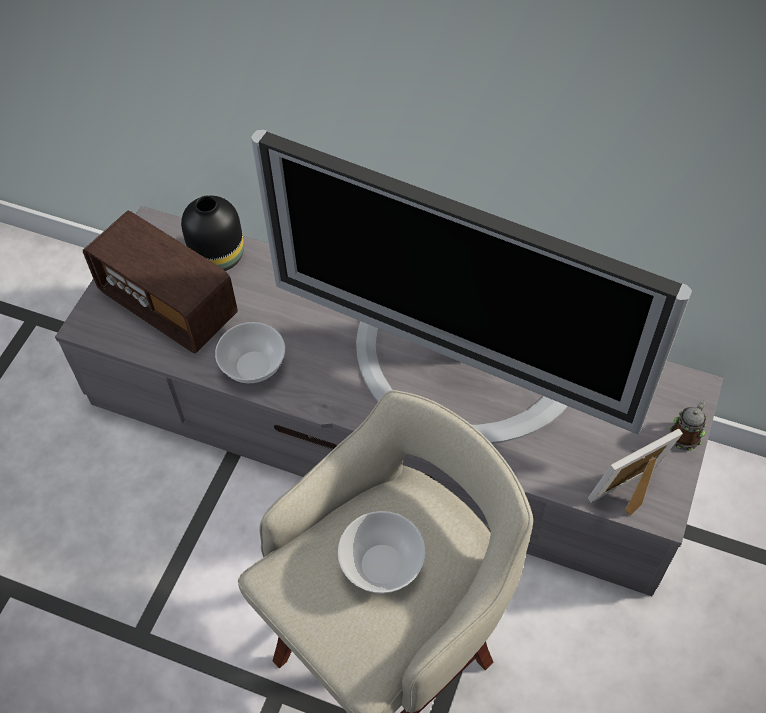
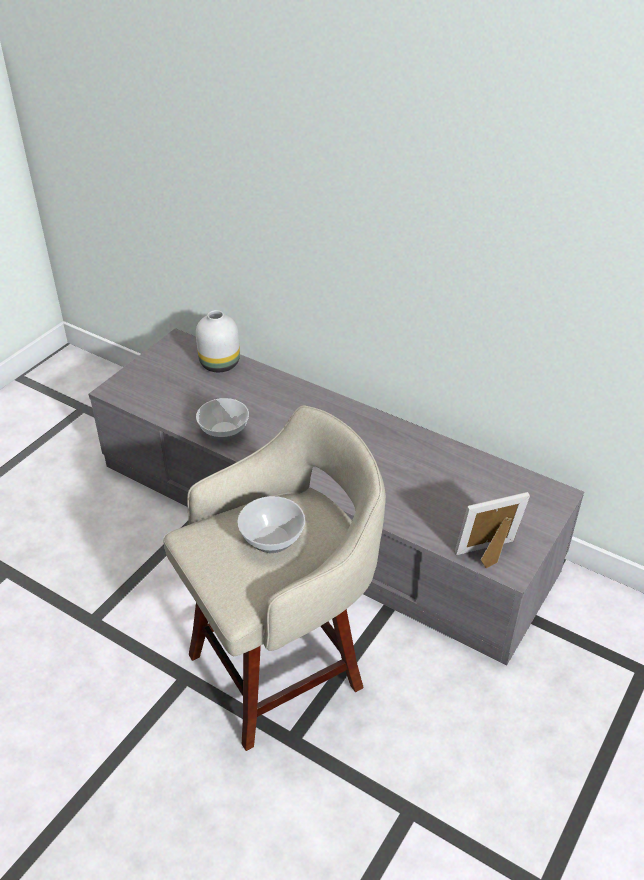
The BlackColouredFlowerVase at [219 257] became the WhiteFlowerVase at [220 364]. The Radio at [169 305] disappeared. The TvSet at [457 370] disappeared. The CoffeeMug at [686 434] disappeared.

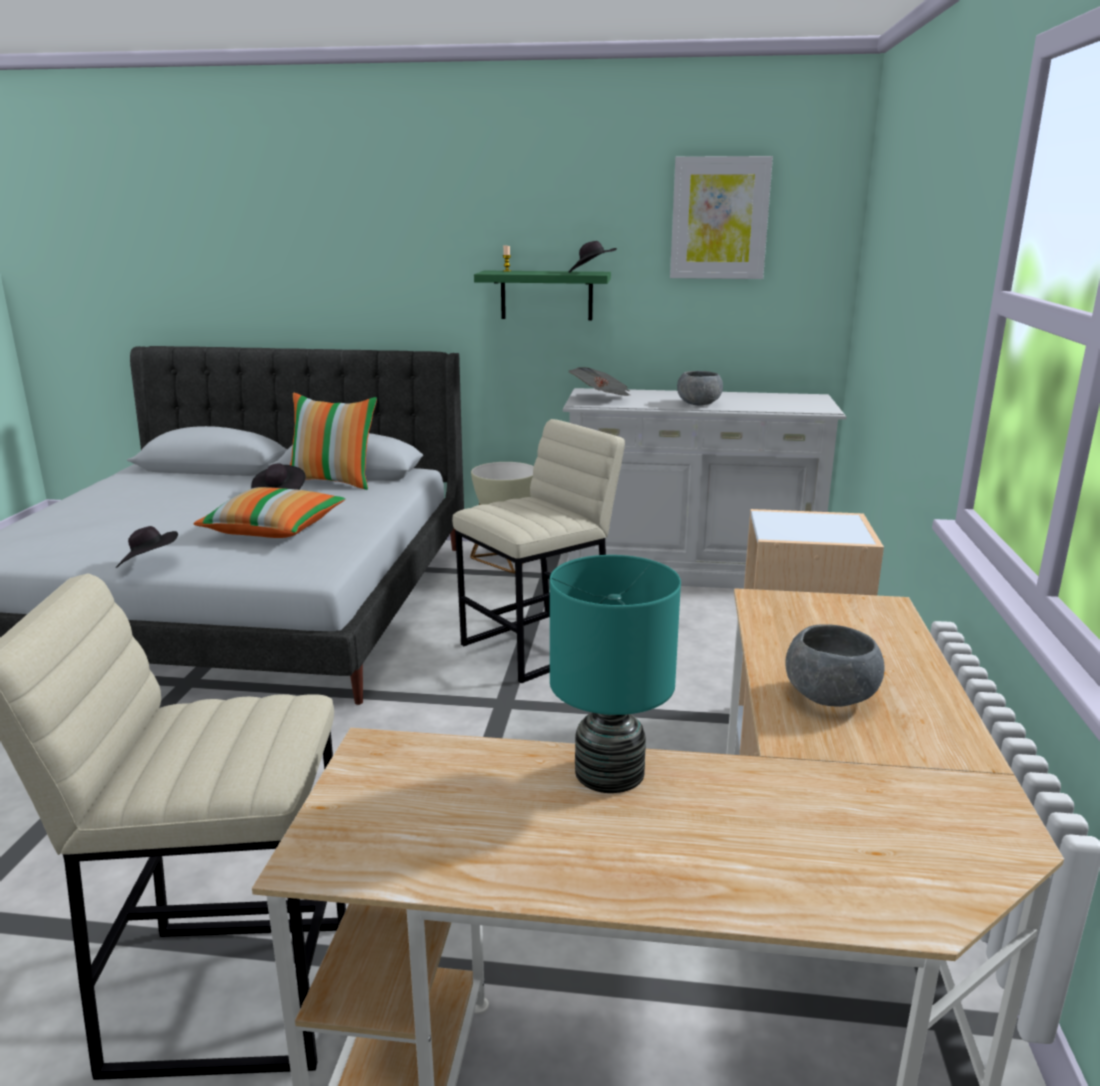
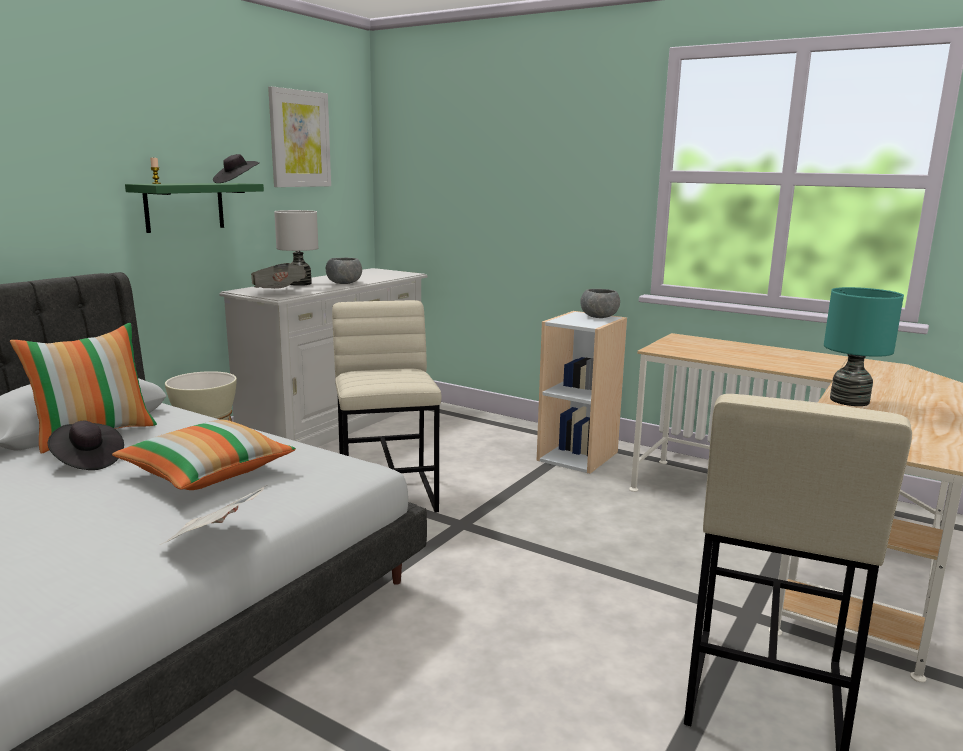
The BlackColouredHat at [149 564] was replaced by the PrintedPaper at [216 540]. The GreyTableLamp at [299 284] appeared. The GreyBowl moved from [830 697] to [599 317].

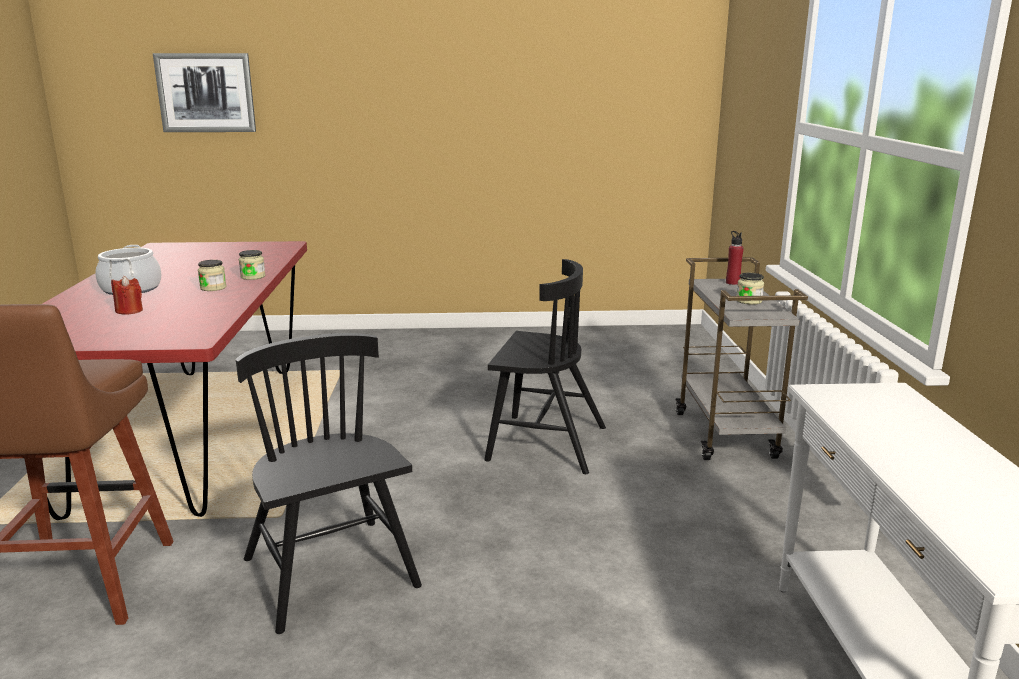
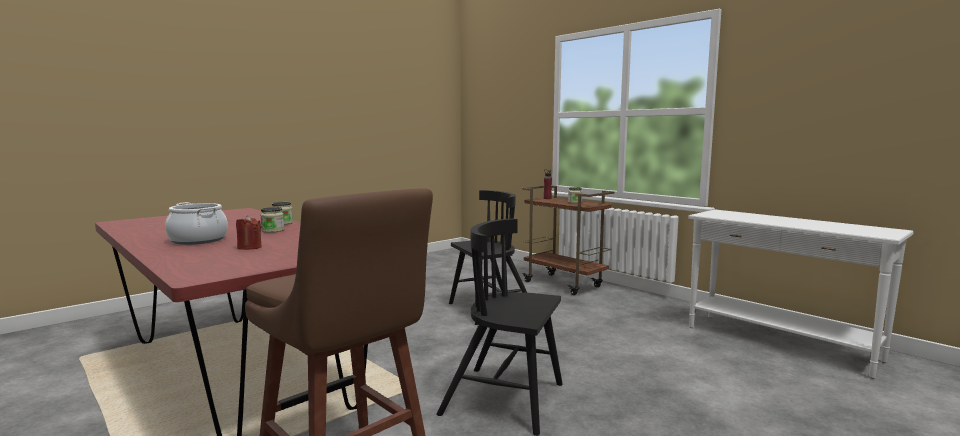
The GreyTrolley at [725 438] became the BrownColouredTrolley at [564 285]. The WallArt at [206 93] disappeared.

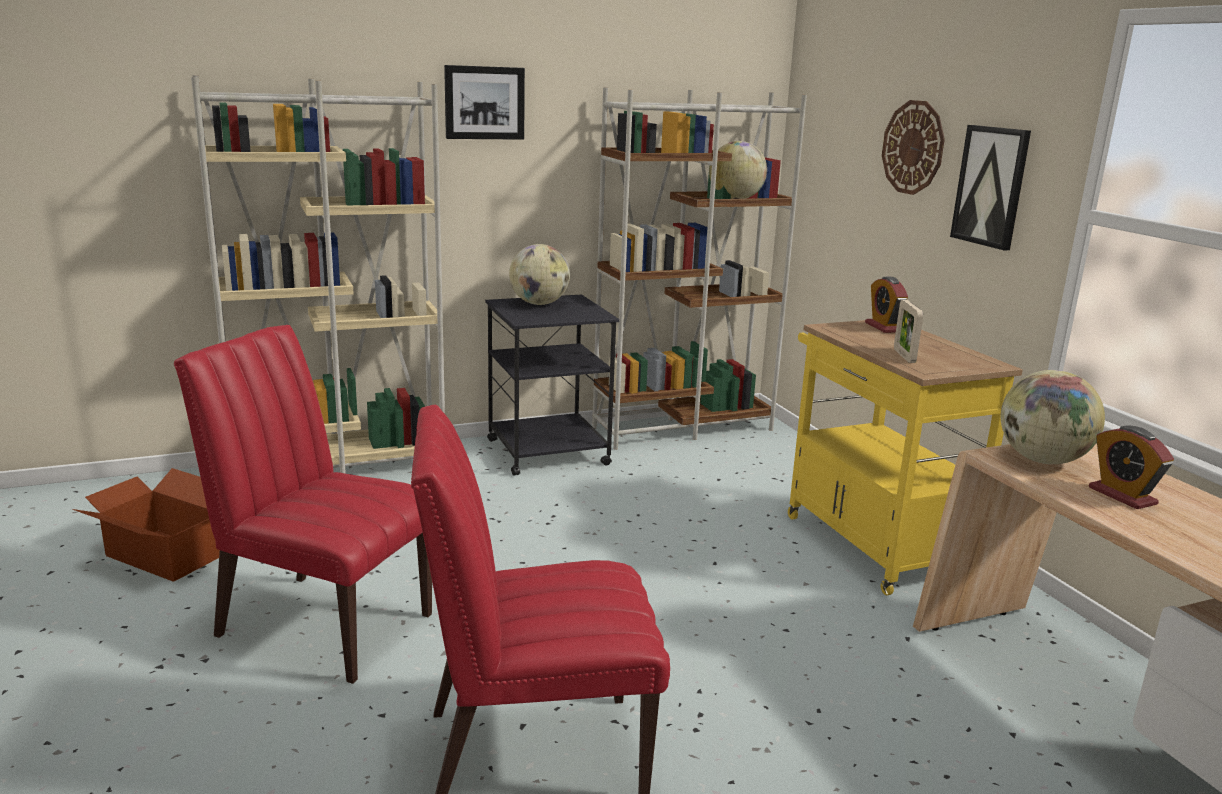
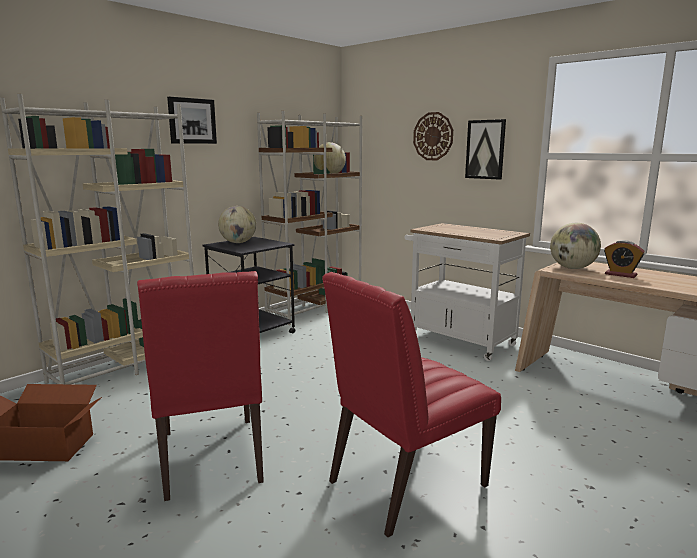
The RedPlainChair at [326 626] turned 105 degrees counterclockwise. The YellowTrolley at [871 544] became the WhiteTrolley at [458 341]. The AlarmClock at [884 327] disappeared. The PictureFrame at [904 356] disappeared.

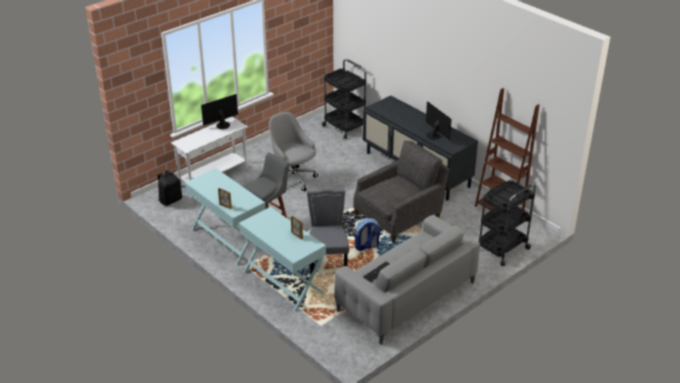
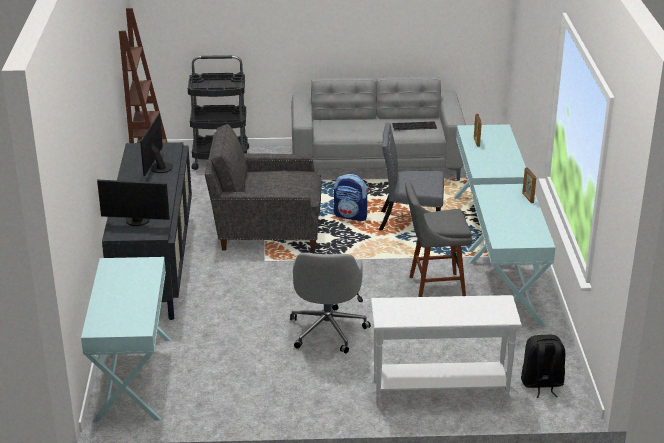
The BlackColouredTrolley at [344 127] was replaced by the TurquoiseColouredDeskUnit at [132 378]. The Monitor moved from [222 124] to [137 221]. The GreyPlainChair at [327 260] turned 60 degrees clockwise.

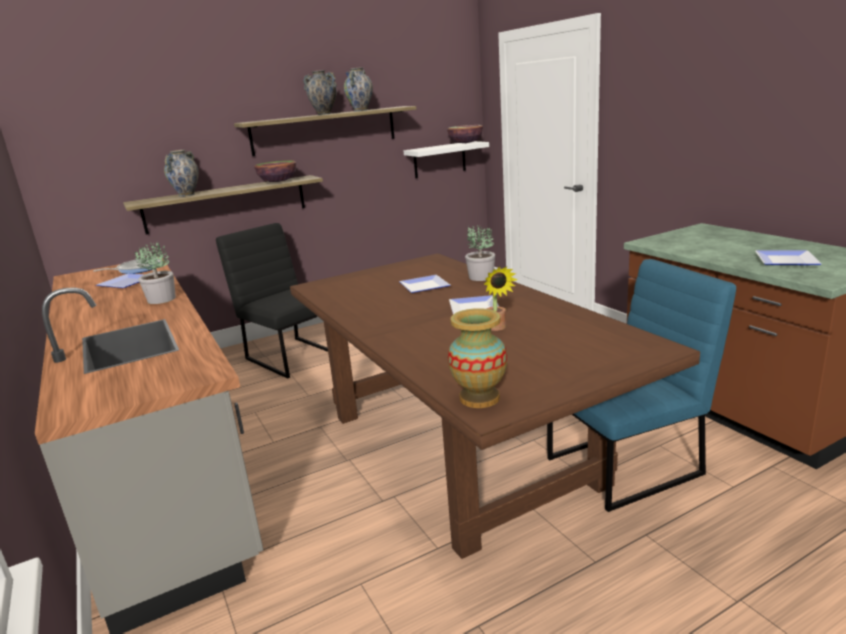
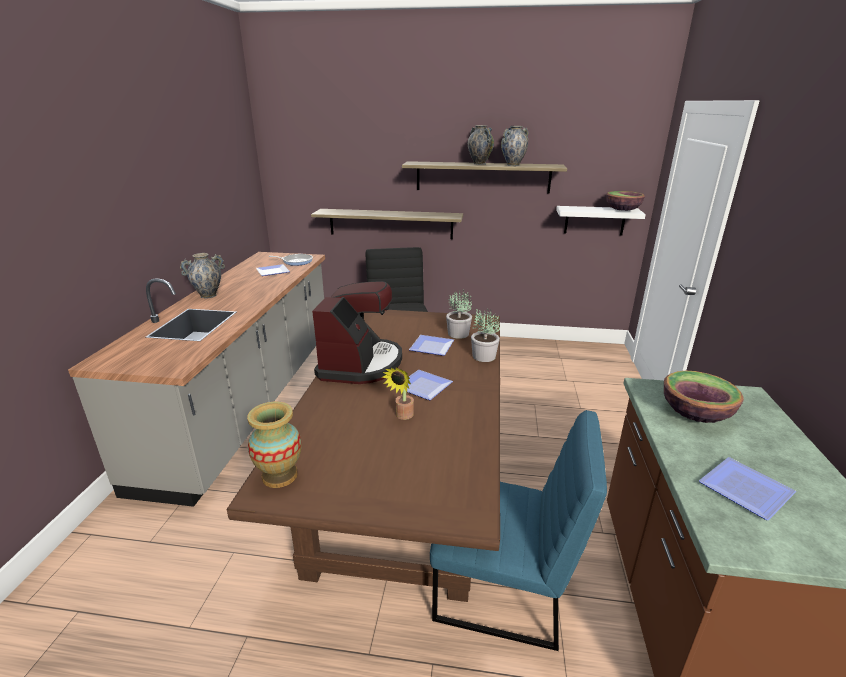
The FlowerVase moved from [186 195] to [208 295]. The CoffeeMaker at [360 364] appeared. The PottedPlant moved from [162 299] to [459 334]. The Bowl moved from [278 182] to [694 414].

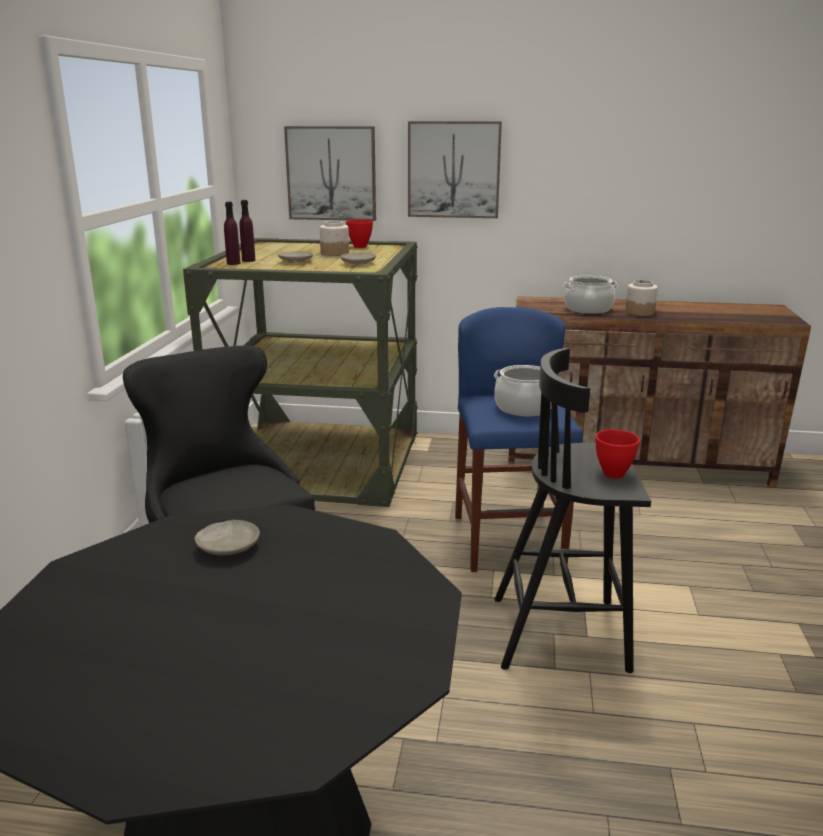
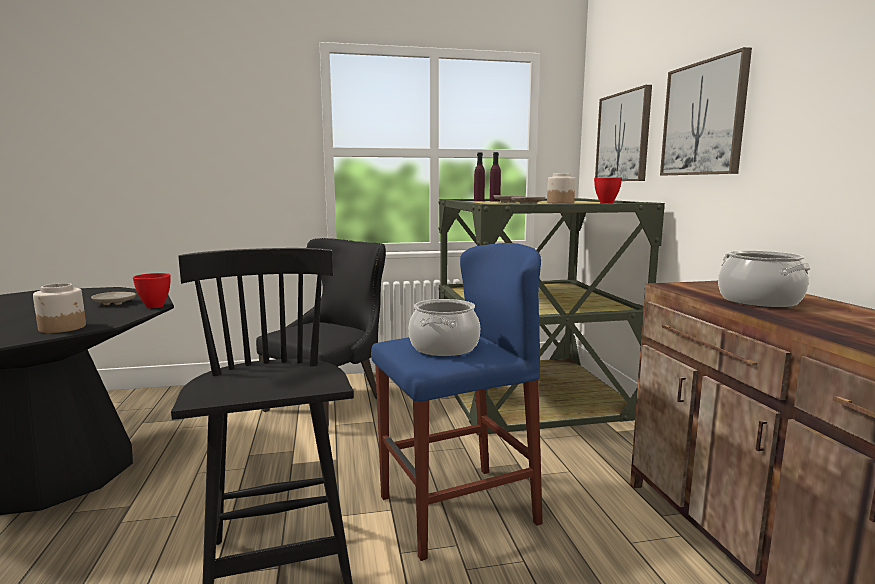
The Jar moved from [639 312] to [63 327]. The RedBowl moved from [613 474] to [154 306].

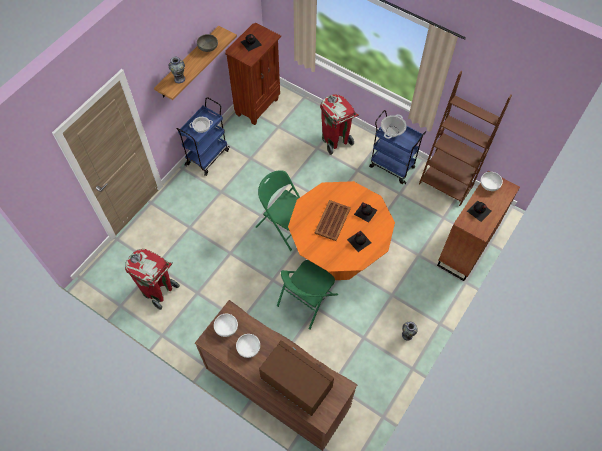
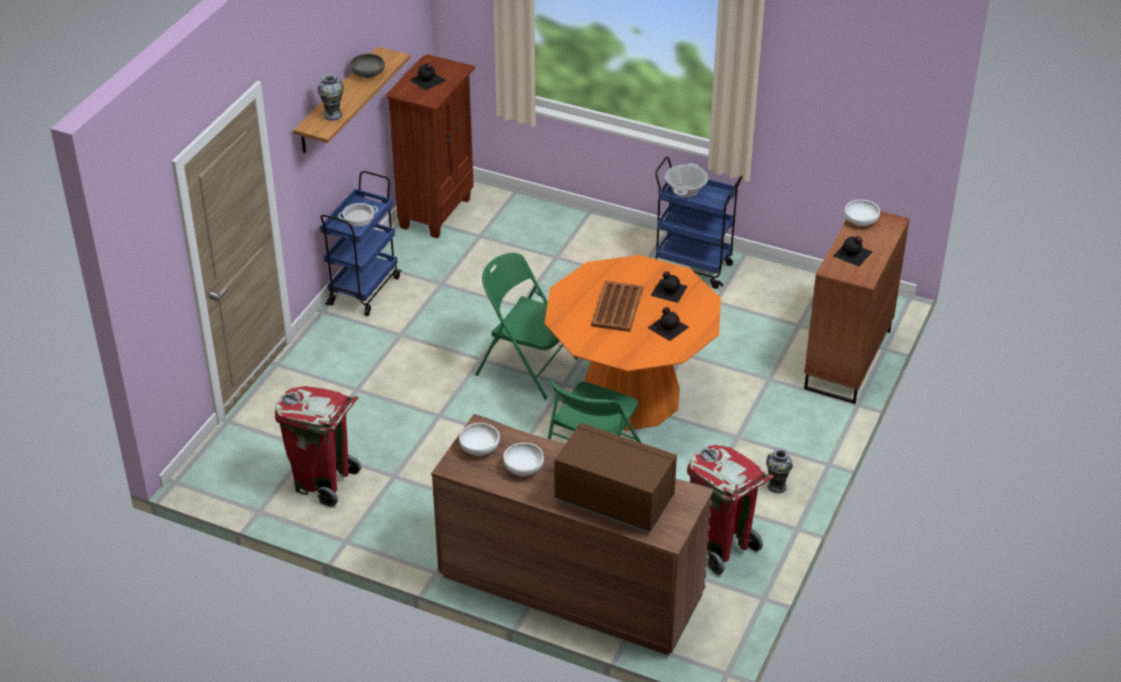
The RedRubbishBin moved from [335 141] to [721 547]. The BrownColouredBookcase at [445 185] disappeared.

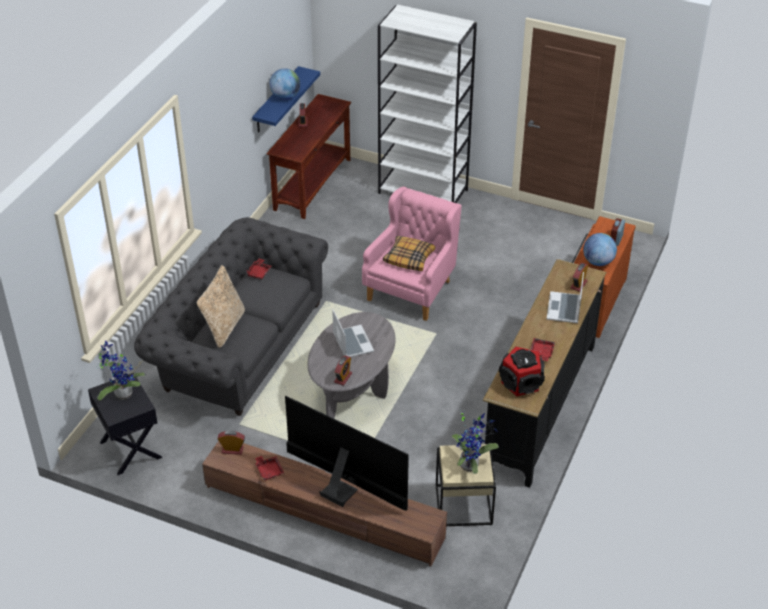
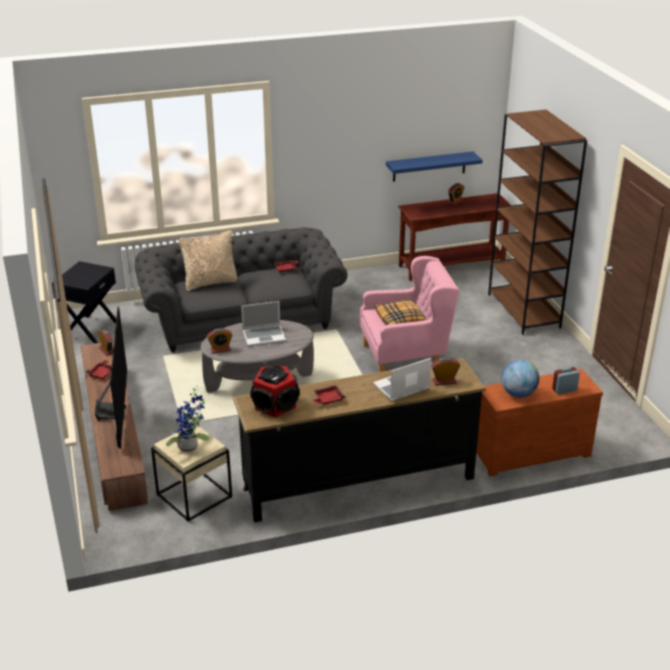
The Laptop at [352 342] turned 45 degrees clockwise. The WhiteBookcase at [423 192] became the BrownColouredBookcase at [524 311]. The PottedPlant at [122 393] disappeared. The DeskGlobe at [285 96] disappeared.

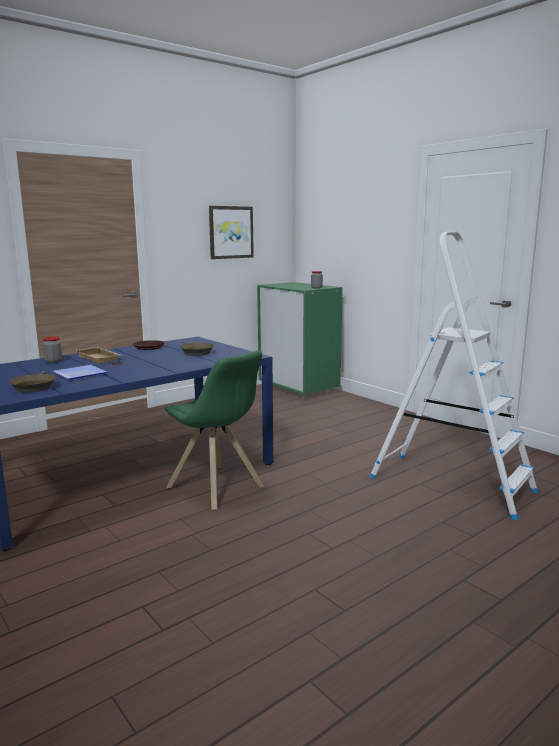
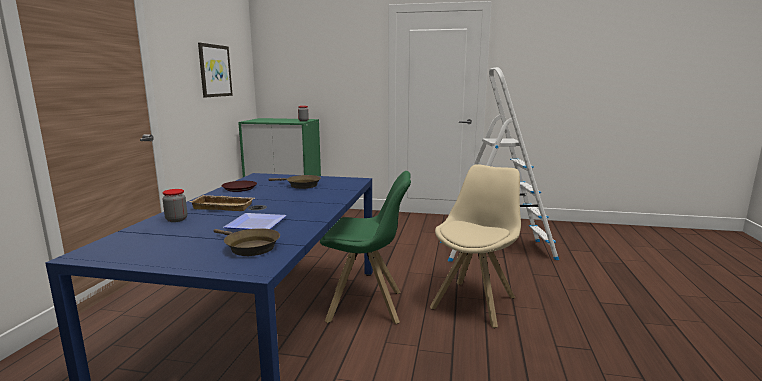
The BeigeColouredPlainChair at [474 303] appeared.

